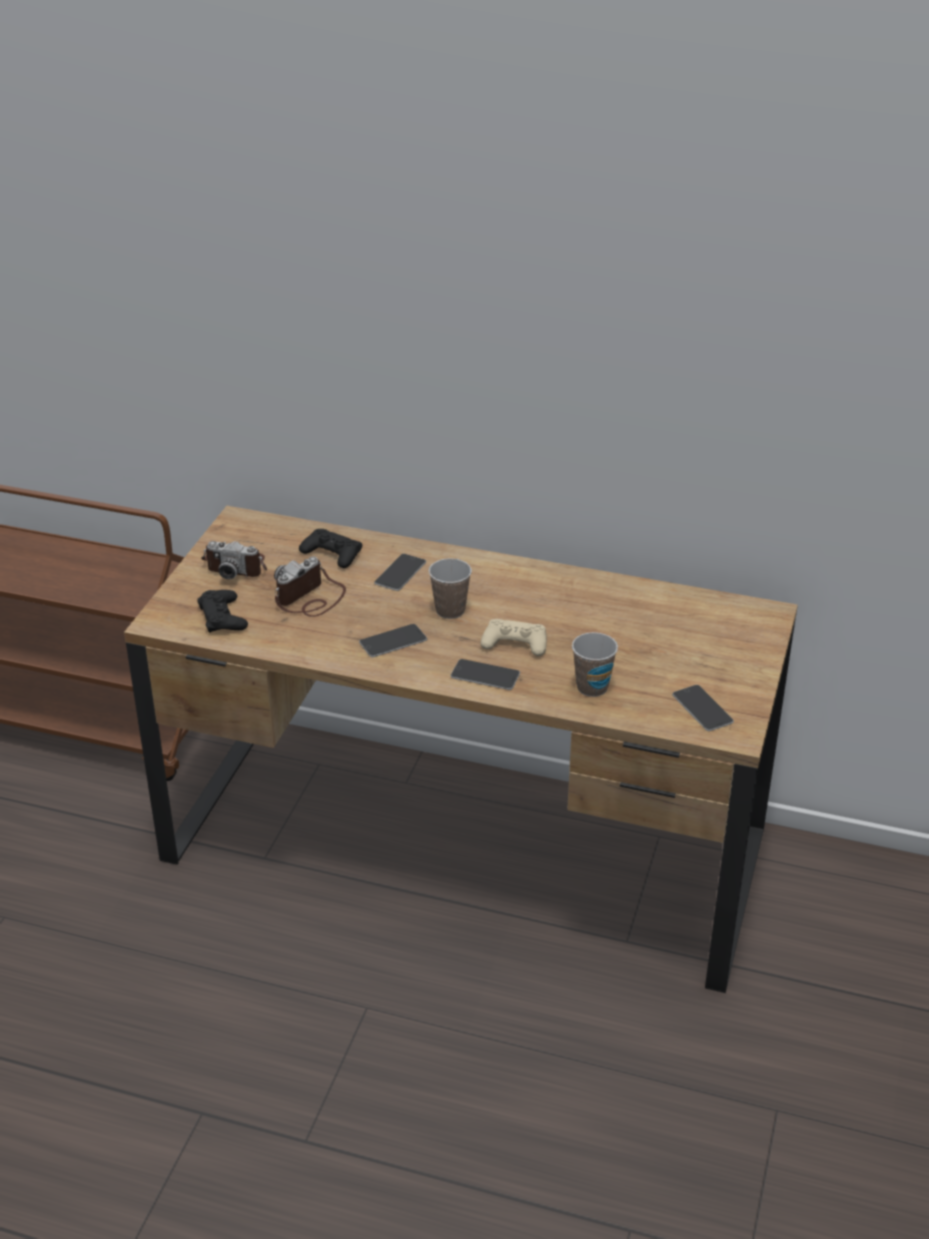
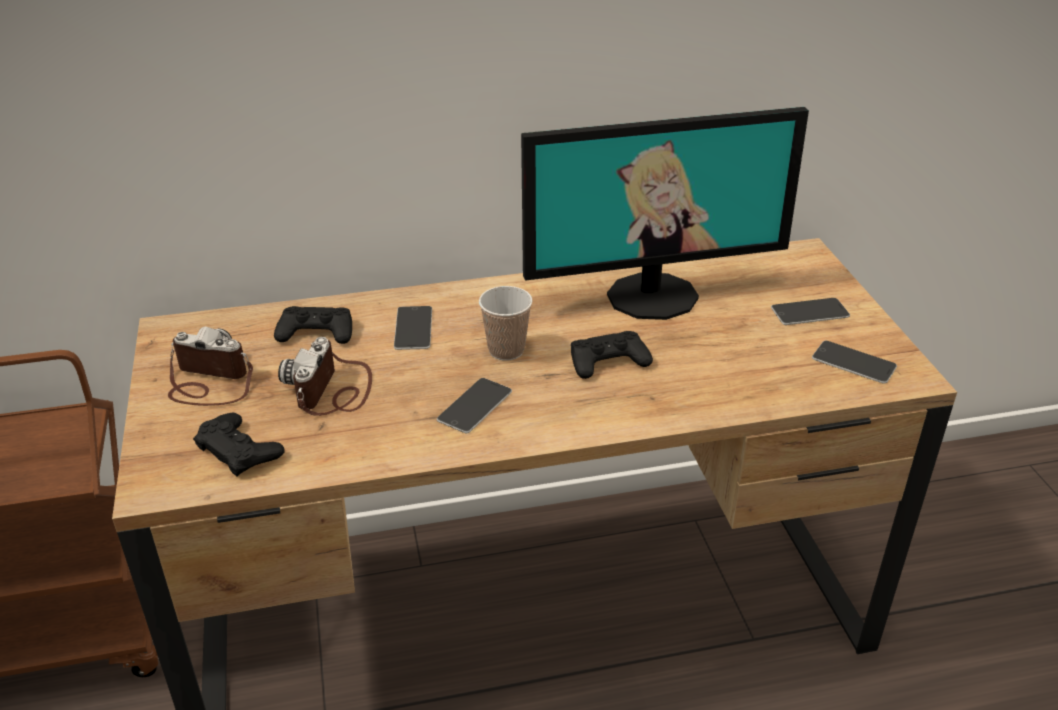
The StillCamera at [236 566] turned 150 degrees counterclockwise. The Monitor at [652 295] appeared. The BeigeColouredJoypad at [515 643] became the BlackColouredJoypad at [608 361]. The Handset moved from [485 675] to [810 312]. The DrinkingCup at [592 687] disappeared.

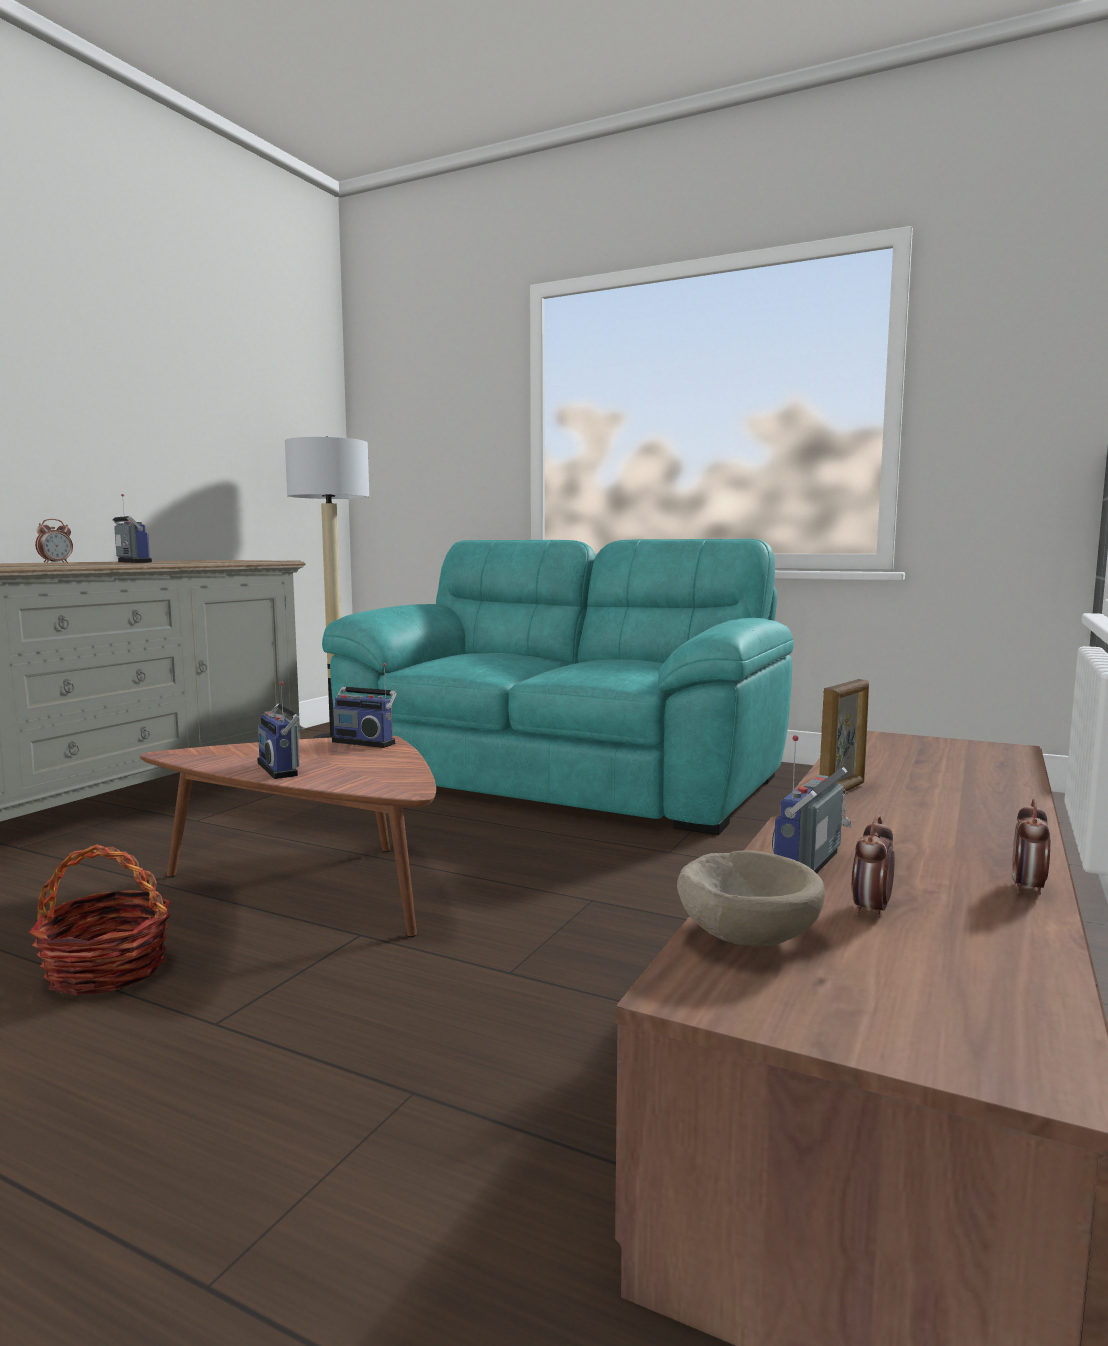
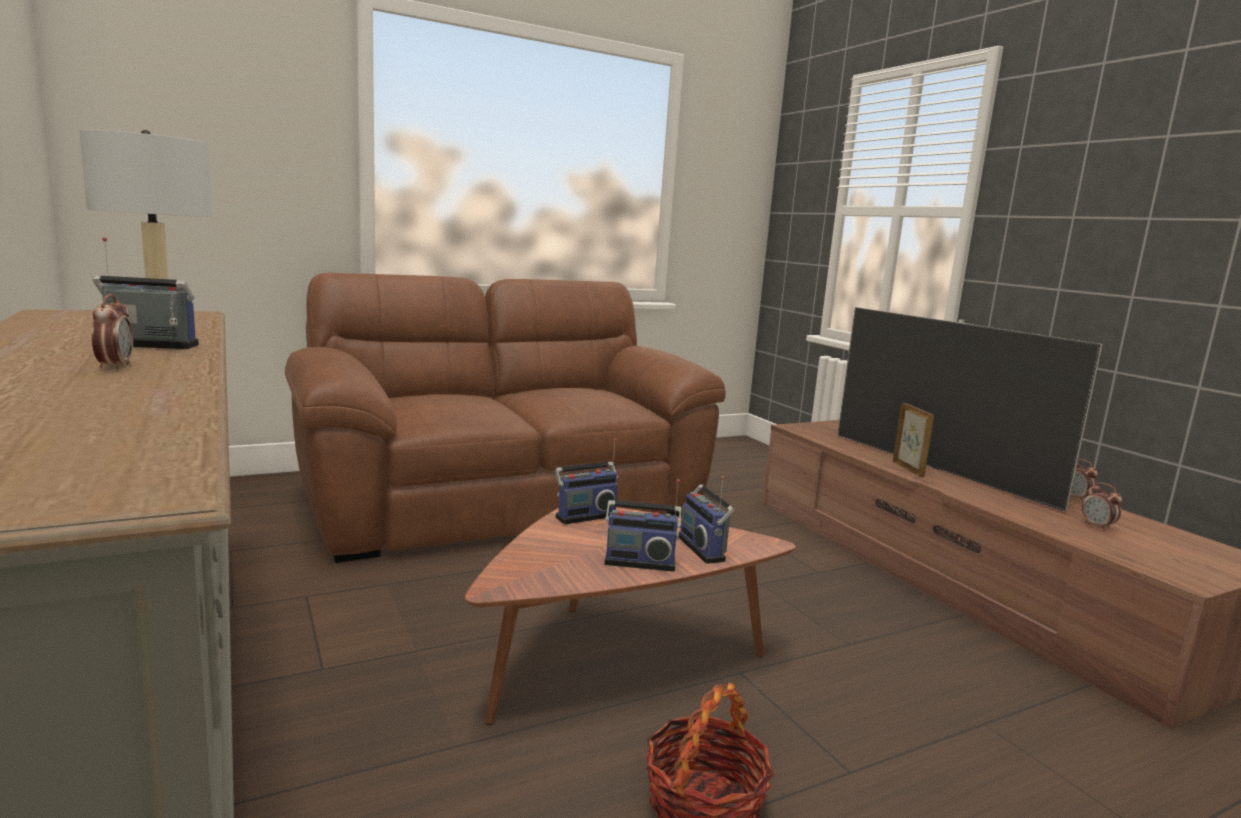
The TurquoiseColouredCouch at [563 776] became the BrownColouredCouch at [501 500]. The Radio moved from [811 867] to [704 548]. The TvSet at [937 469] appeared. The BeigeColouredBowl at [746 936] disappeared.

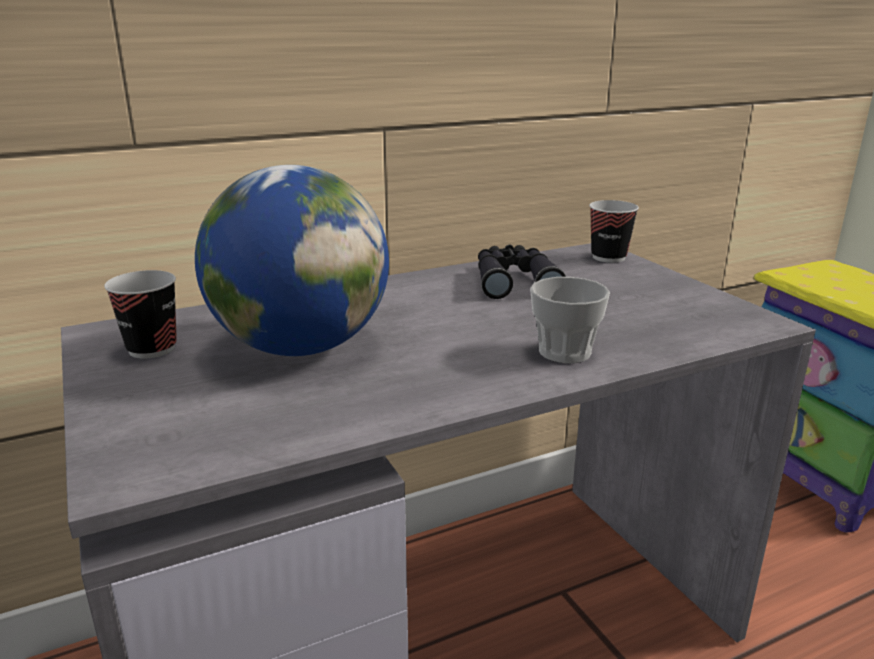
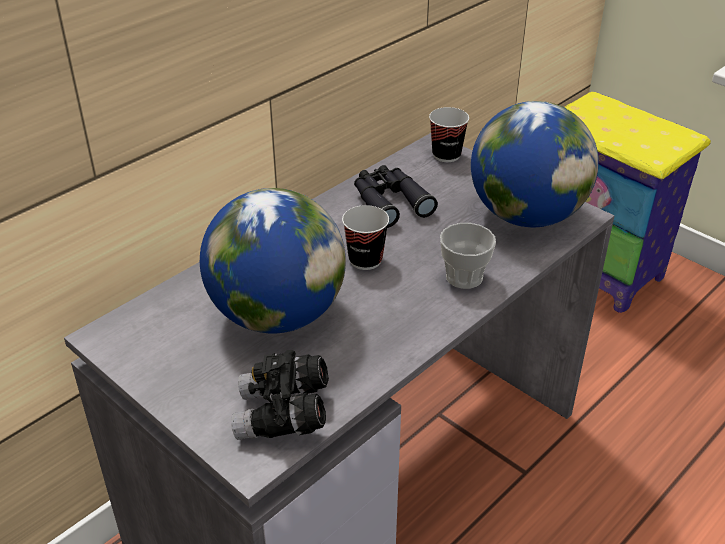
The BlackColouredPairOfBinoculars at [283 416] appeared. The DrinkingCup moved from [152 348] to [365 260]. The DeskGlobe at [526 216] appeared.

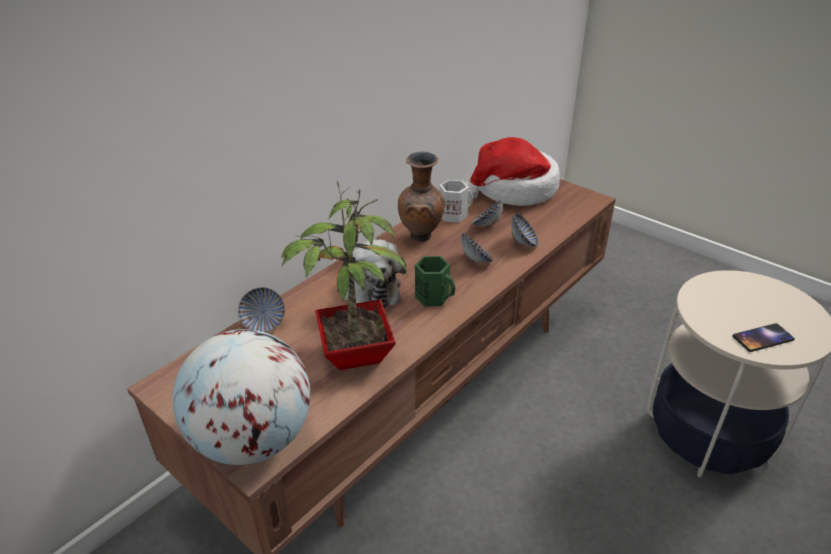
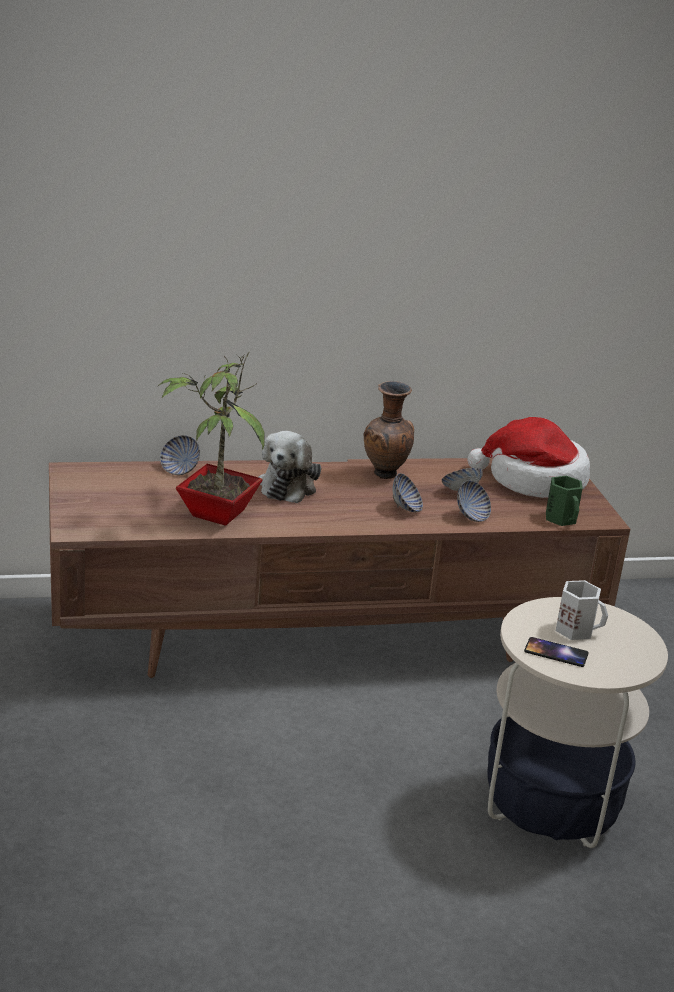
The GreenishCoffeeMug moved from [434 296] to [562 518]. The WhiteCoffeeMug moved from [454 214] to [576 629]. The DeskGlobe at [253 440] disappeared.

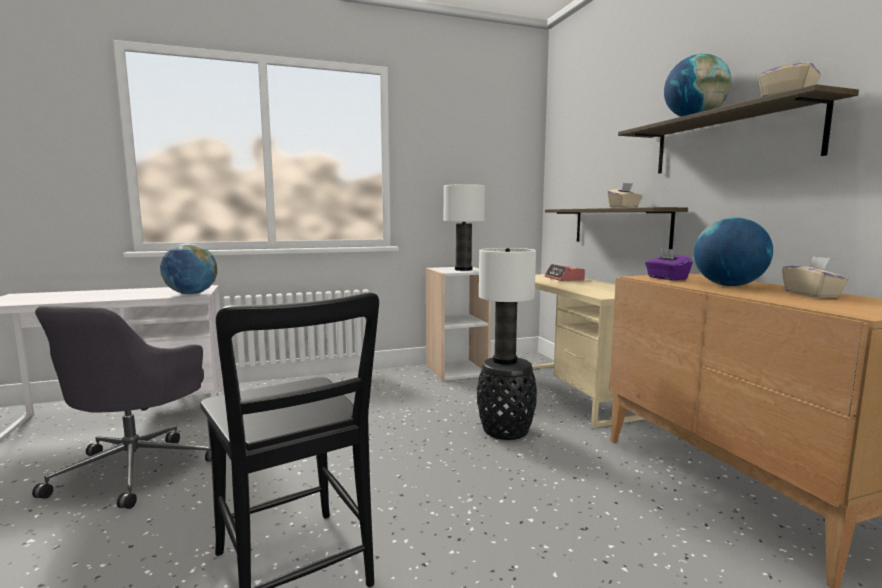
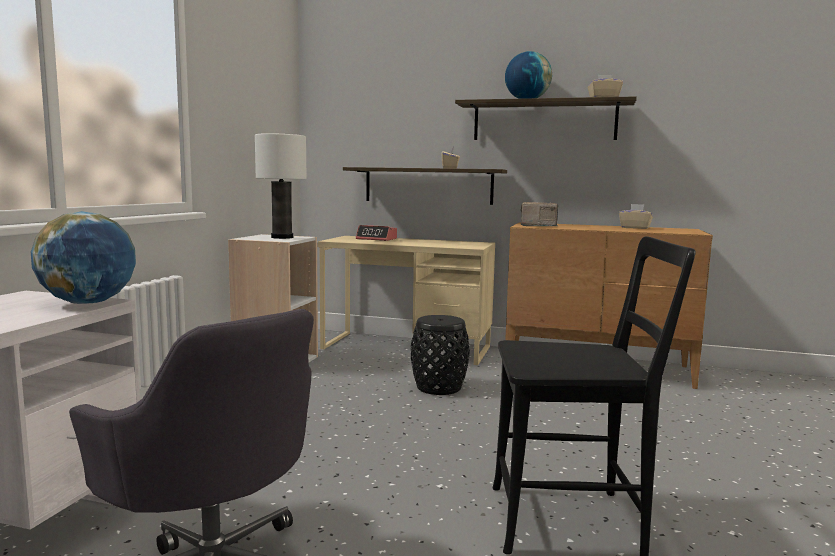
The PurpleTissueBox at [666 278] was replaced by the Radio at [538 226]. The WhiteTableLamp at [504 361] disappeared. The DeskGlobe at [728 285] disappeared.

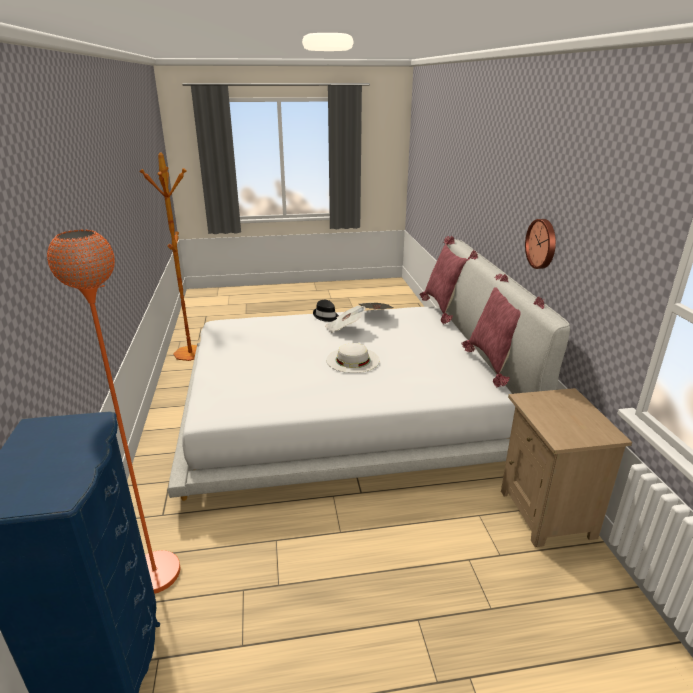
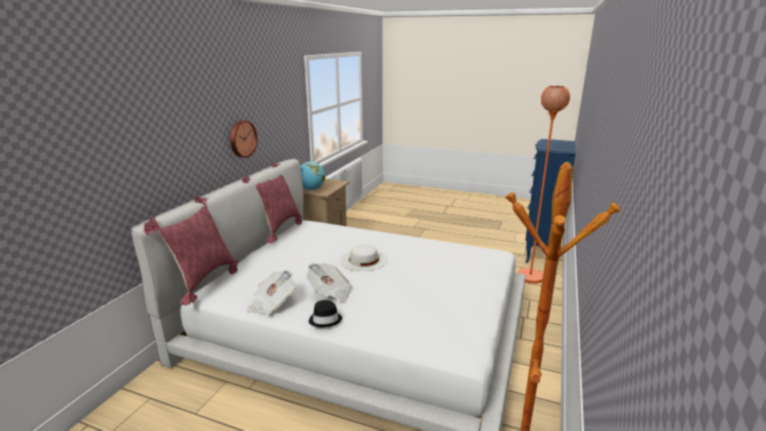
The DeskGlobe at [311 189] appeared.

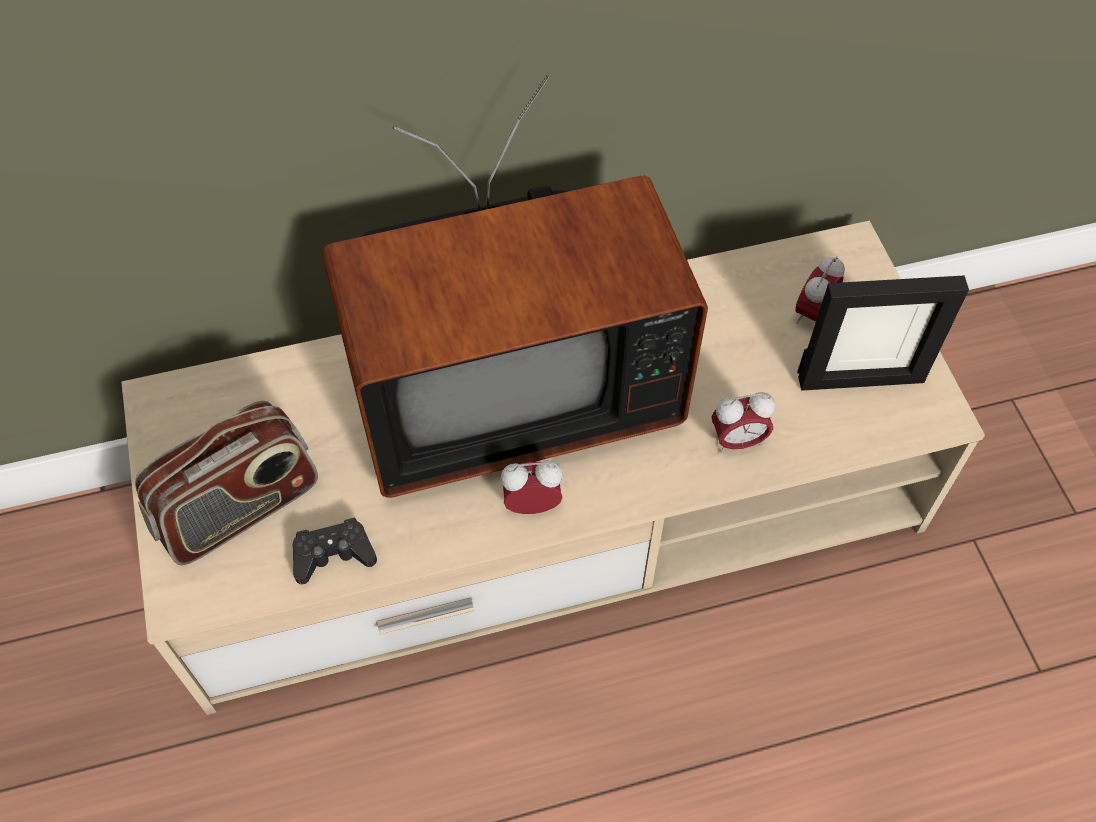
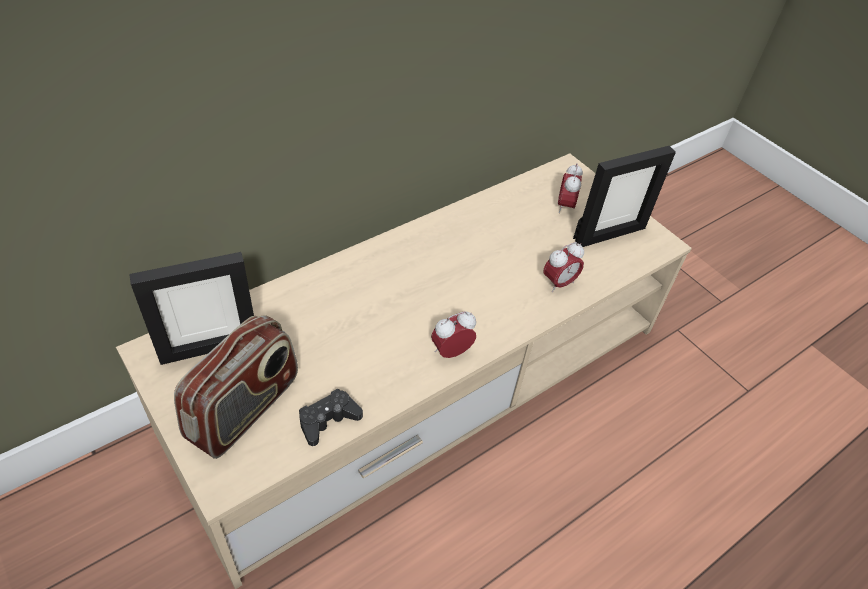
The PictureFrame at [209 346] appeared. The TvSet at [507 388] disappeared.

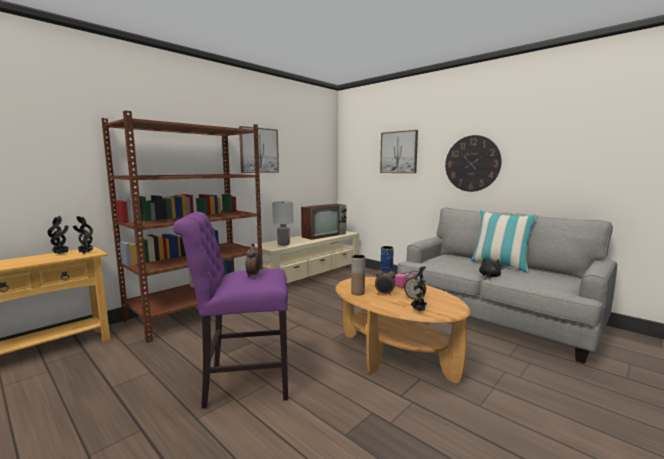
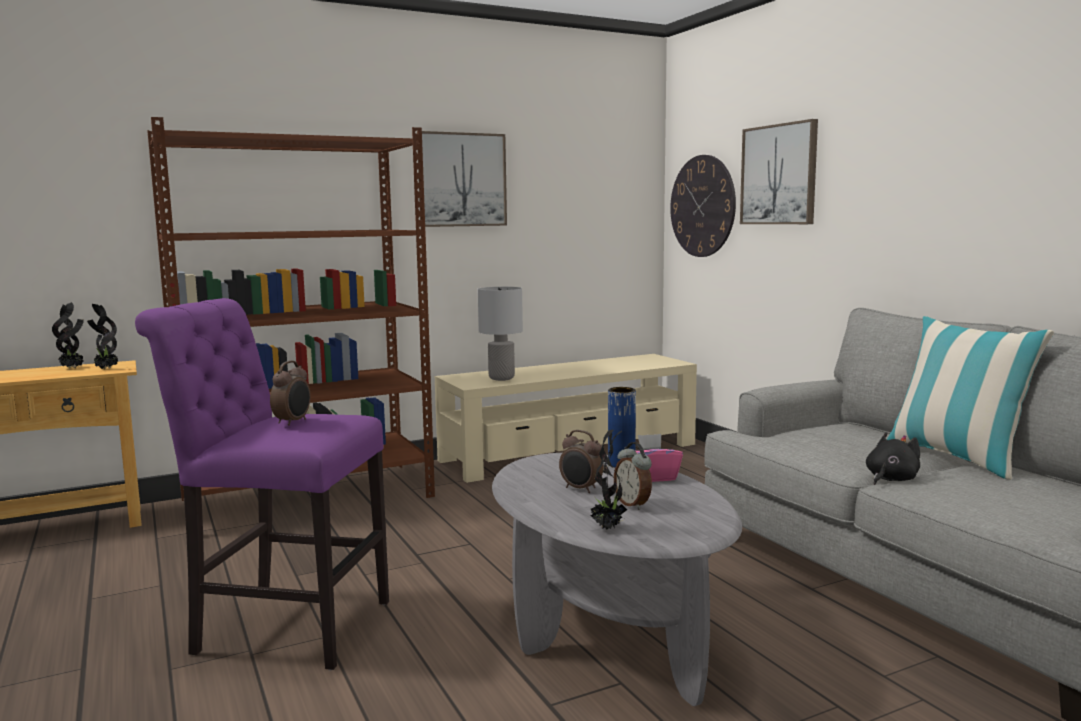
The BrownColouredCoffeeTable at [395 356] became the GreyCoffeeTable at [608 631]. The WallClock moved from [472 163] to [702 206]. The TvSet at [324 235] disappeared. The BrownColouredFlowerVase at [357 293] disappeared.

